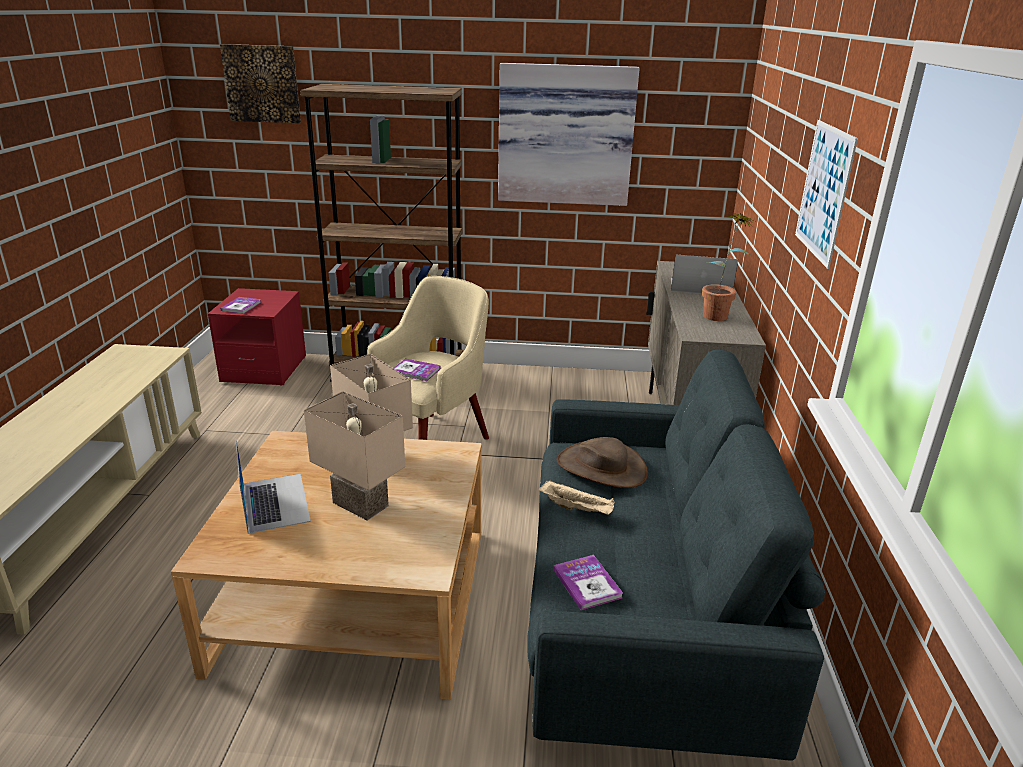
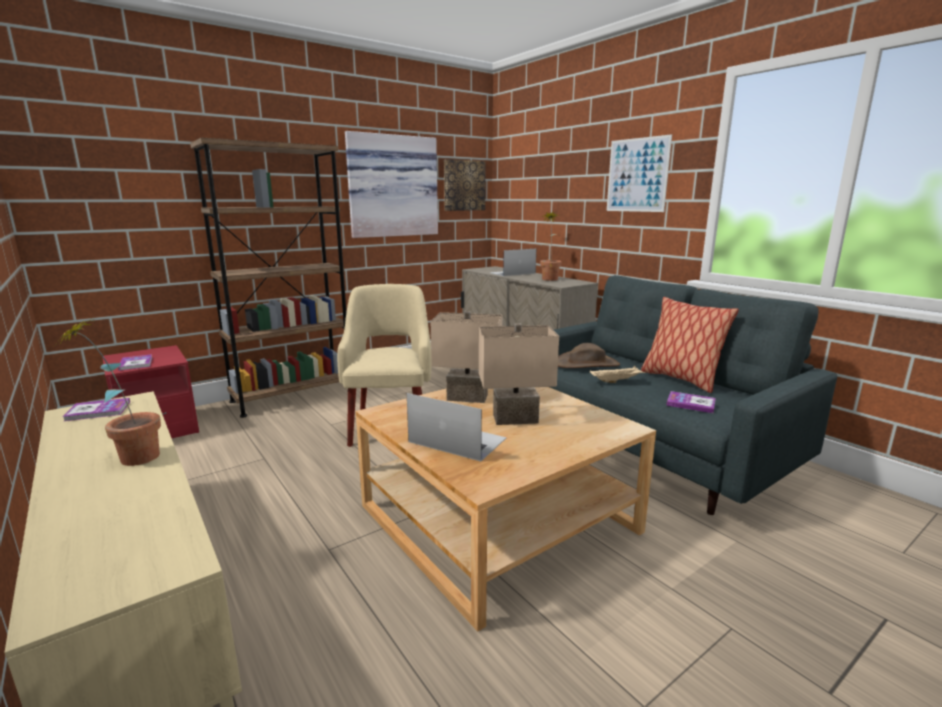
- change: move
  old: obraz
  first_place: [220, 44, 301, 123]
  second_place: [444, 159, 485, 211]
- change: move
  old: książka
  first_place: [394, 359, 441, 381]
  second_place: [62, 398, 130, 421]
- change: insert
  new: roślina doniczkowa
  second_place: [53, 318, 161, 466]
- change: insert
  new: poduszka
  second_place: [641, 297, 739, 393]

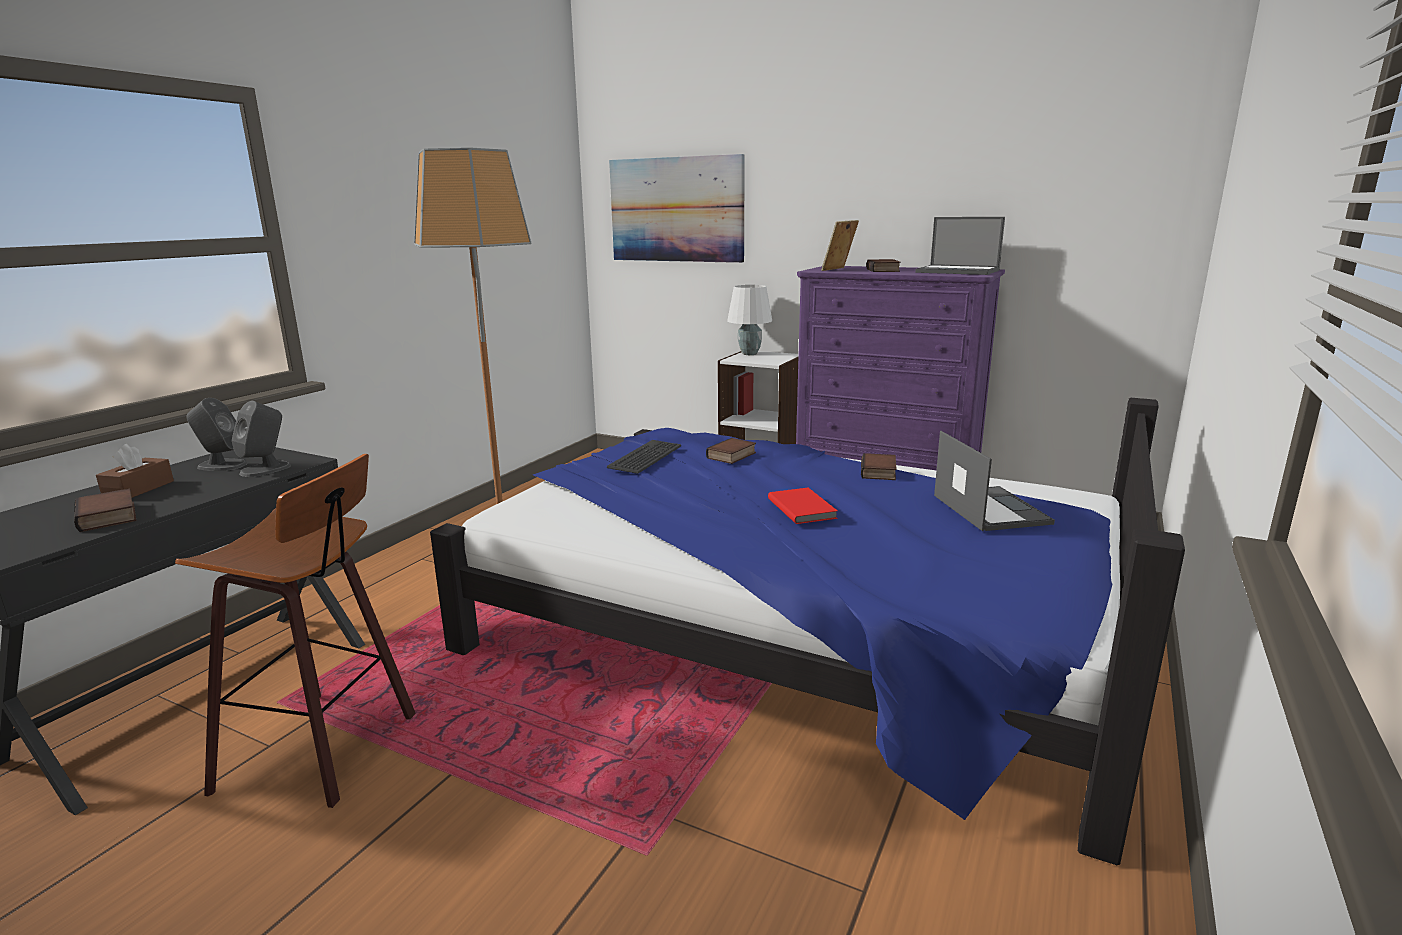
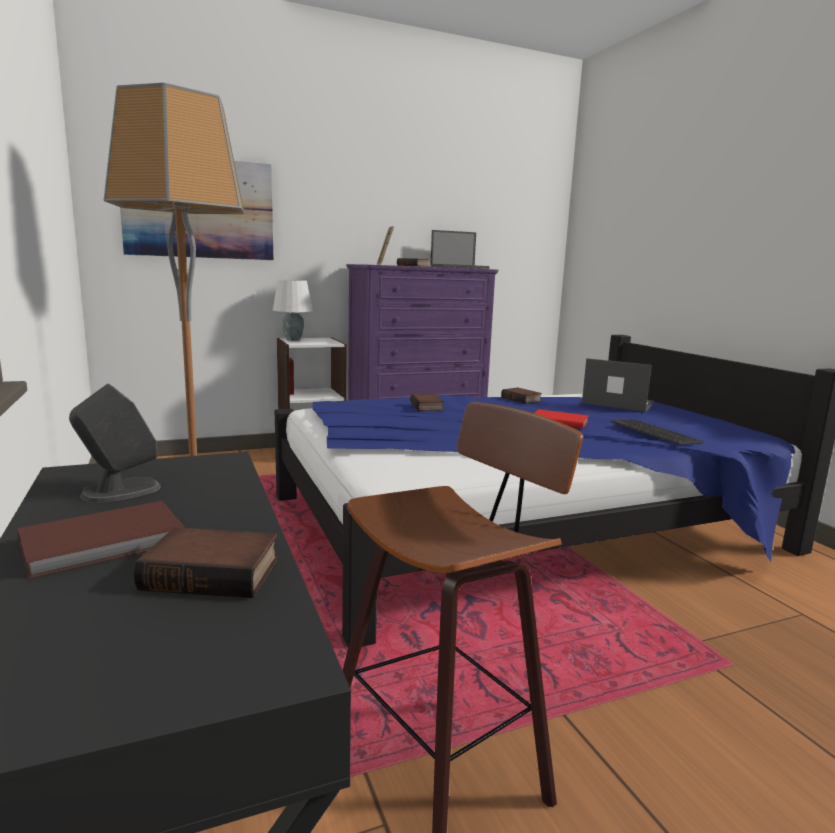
- change: replace
  old: pudełko chusteczek [brązowy]
  new: książka [brązowy]
  first_place: [96, 444, 174, 498]
  second_place: [18, 501, 185, 579]
- change: delete
  old: głośnik [szary]
  first_place: [232, 401, 291, 477]
- change: move
  old: klawiatura
  first_place: [607, 440, 681, 474]
  second_place: [611, 419, 703, 445]

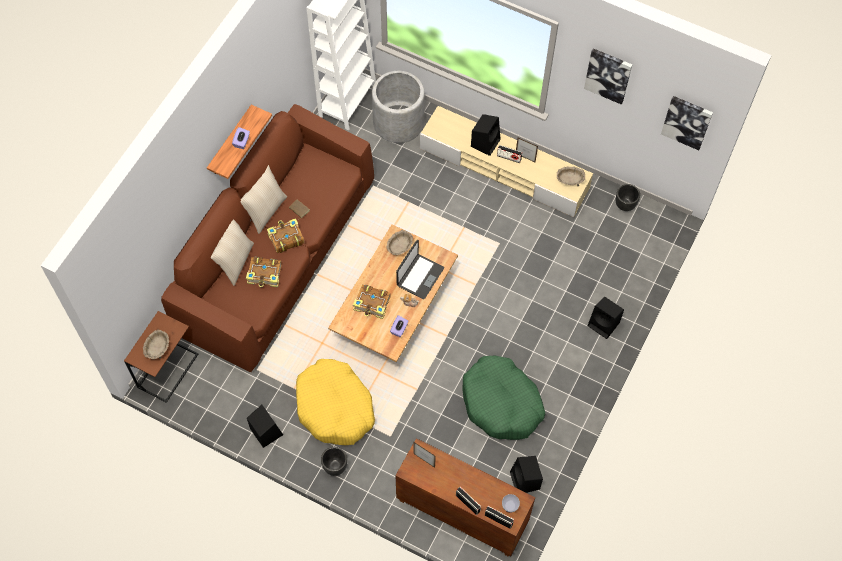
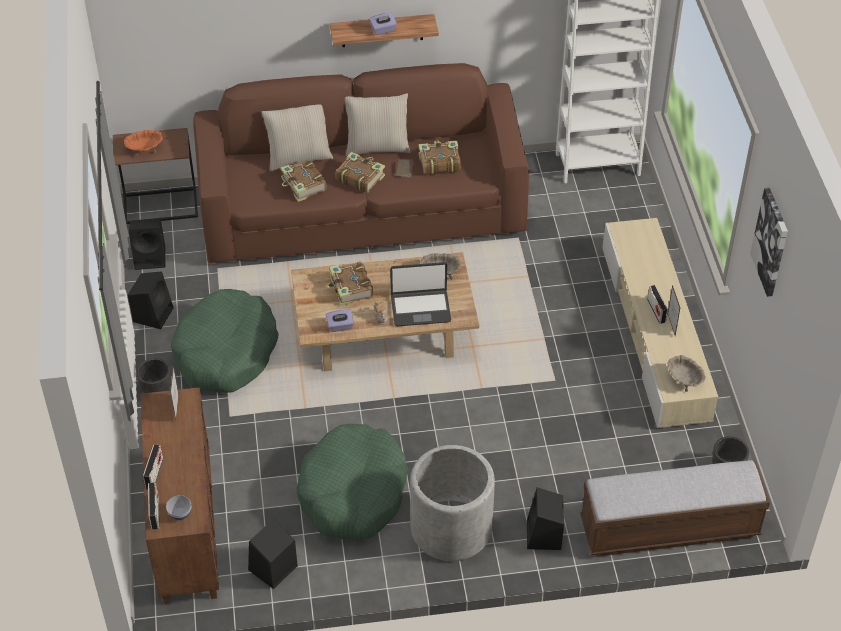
- change: recolor
  old: miska [beżowy]
  new: miska [pomarańczowy]
  first_place: [143, 330, 169, 359]
  second_place: [124, 130, 163, 157]
- change: recolor
  old: legowisko [żółty]
  new: legowisko [zielony]
  first_place: [296, 359, 375, 445]
  second_place: [171, 289, 278, 393]
- change: move
  old: donica [szary]
  first_place: [372, 71, 425, 143]
  second_place: [410, 445, 495, 561]
- change: move
  old: głośnik [czarny]
  first_place: [471, 114, 501, 156]
  second_place: [129, 219, 165, 270]
- change: delete
  old: obraz
  first_place: [661, 96, 713, 150]
- change: insert
  new: książka
  second_place: [419, 140, 461, 175]
- change: insert
  new: ławka
  second_place: [580, 460, 770, 556]

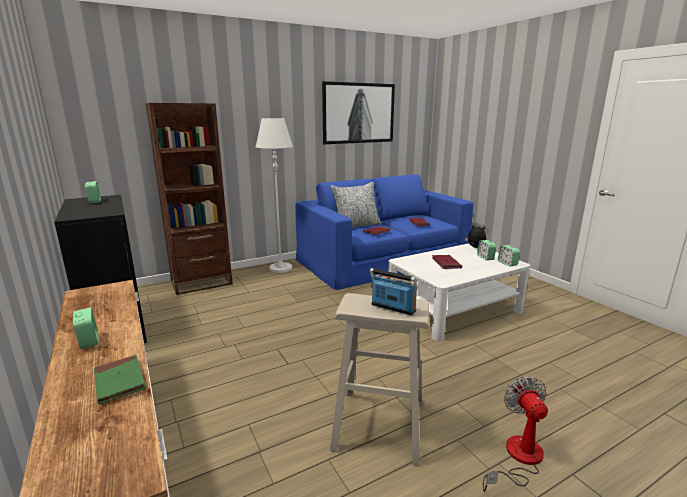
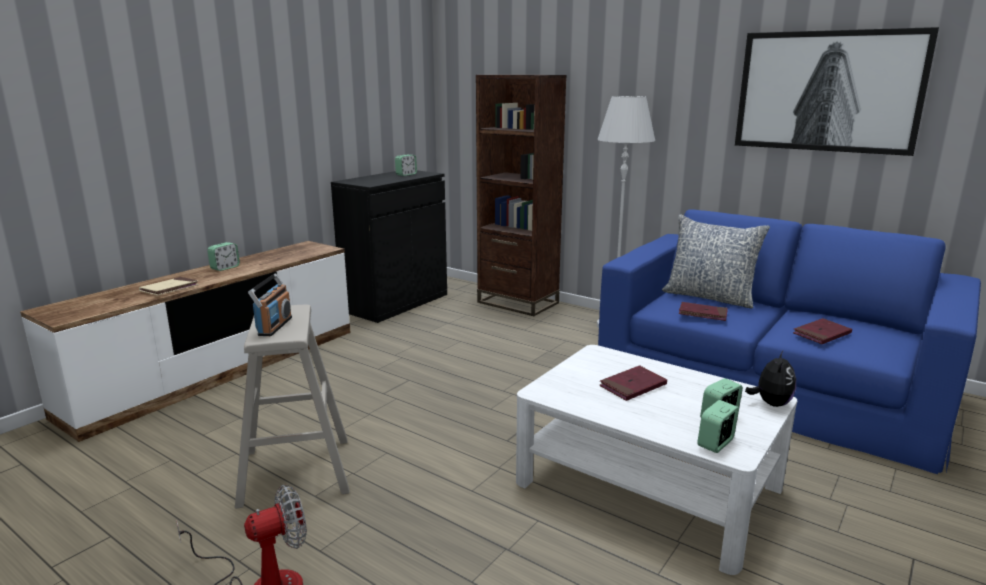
- change: recolor
  old: książka [zielony]
  new: książka [beżowy]
  first_place: [94, 355, 146, 404]
  second_place: [139, 277, 199, 296]

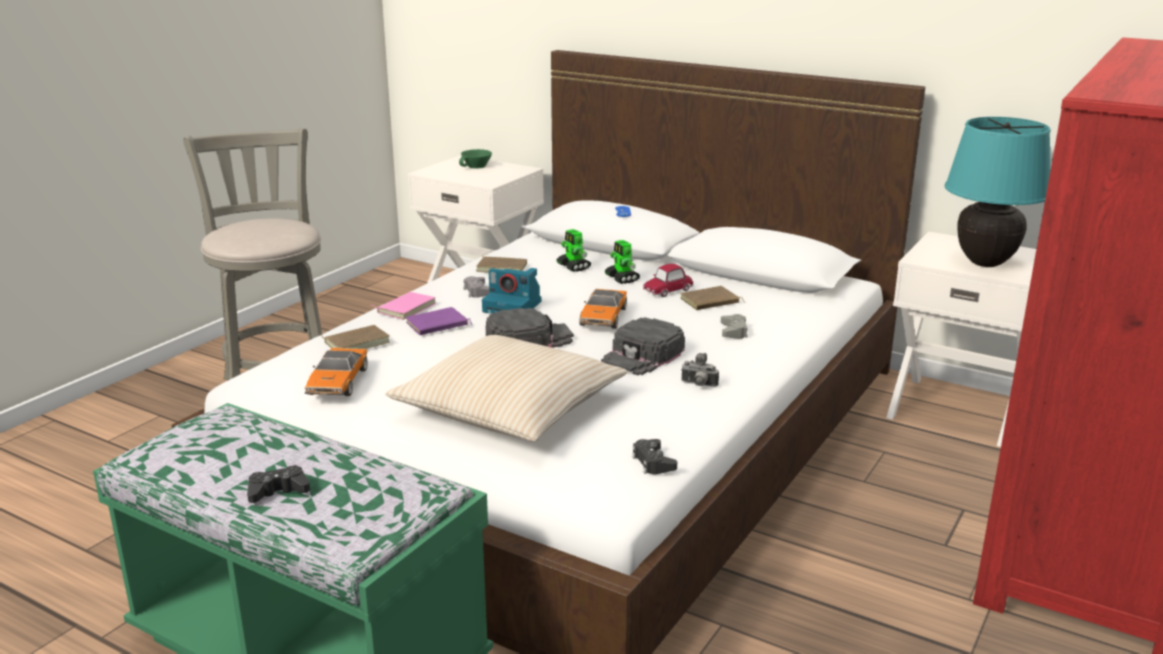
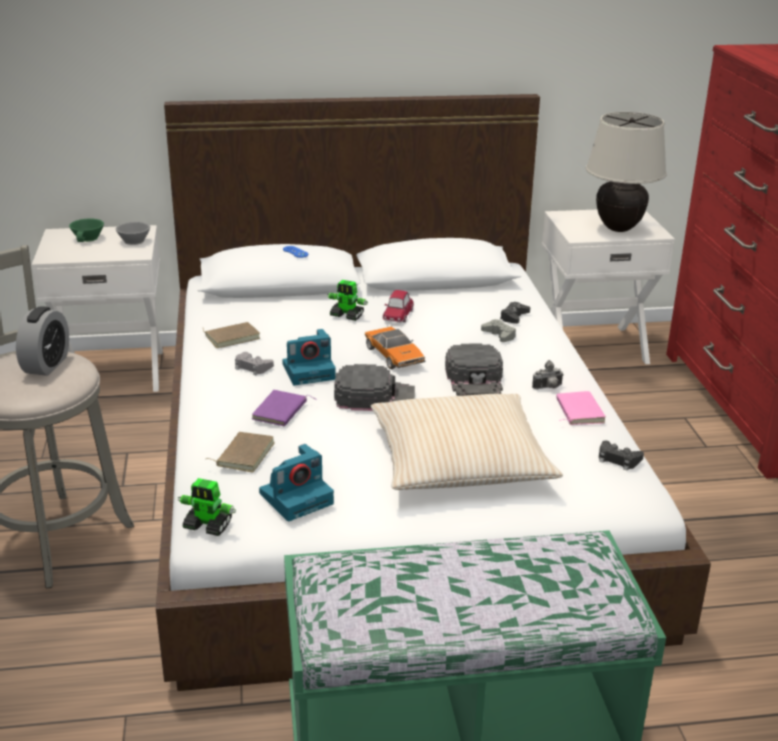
- change: move
  old: pad do gier [czarny]
  first_place: [247, 465, 310, 503]
  second_place: [500, 302, 530, 324]
- change: replace
  old: samochodzik
  new: aparat fotograficzny
  first_place: [305, 348, 368, 396]
  second_place: [259, 444, 334, 521]
- change: move
  old: książka [różowy]
  first_place: [370, 292, 436, 320]
  second_place: [556, 391, 606, 425]
- change: rotate
  old: czapka z daszkiem [czarny]
  first_place: [485, 308, 574, 348]
  second_place: [334, 364, 415, 411]
  degrees: 60
- change: move
  old: robot zabawkowy
  first_place: [556, 229, 591, 272]
  second_place: [178, 478, 236, 536]
- change: delete
  old: książka [brązowy]
  first_place: [680, 286, 745, 310]
- change: recolor
  old: lampa stołowa [turkusowy]
  new: lampa stołowa [beżowy]
  first_place: [945, 117, 1051, 267]
  second_place: [586, 112, 667, 232]
- change: insert
  new: budzik
  second_place: [16, 306, 69, 376]
- change: insert
  new: filiżanka [szary]
  second_place: [116, 222, 150, 245]

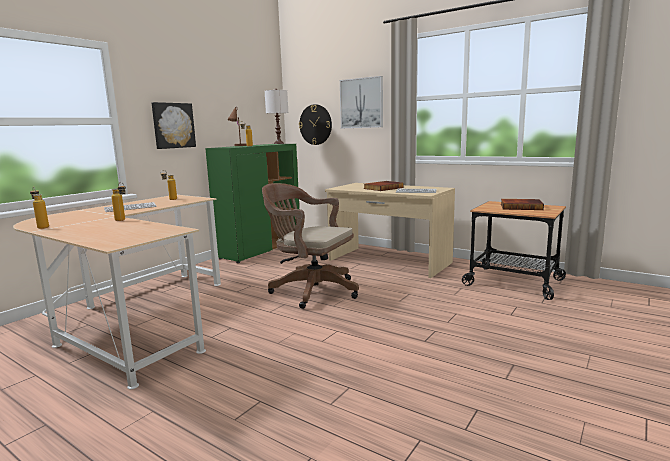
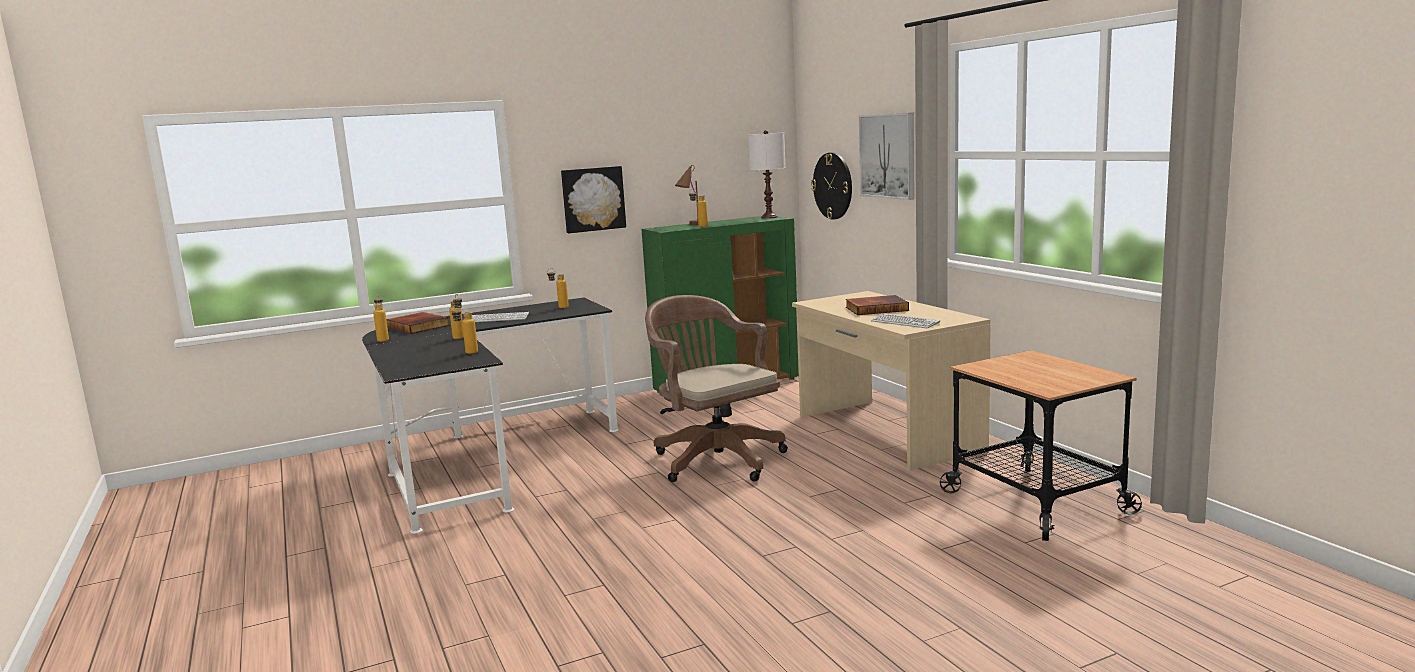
- change: recolor
  old: biurko [beżowy]
  new: biurko [czarny]
  first_place: [13, 195, 221, 389]
  second_place: [362, 298, 618, 534]
- change: move
  old: książka
  first_place: [501, 199, 544, 210]
  second_place: [386, 312, 449, 334]
- change: insert
  new: butelka
  second_place: [451, 306, 478, 354]

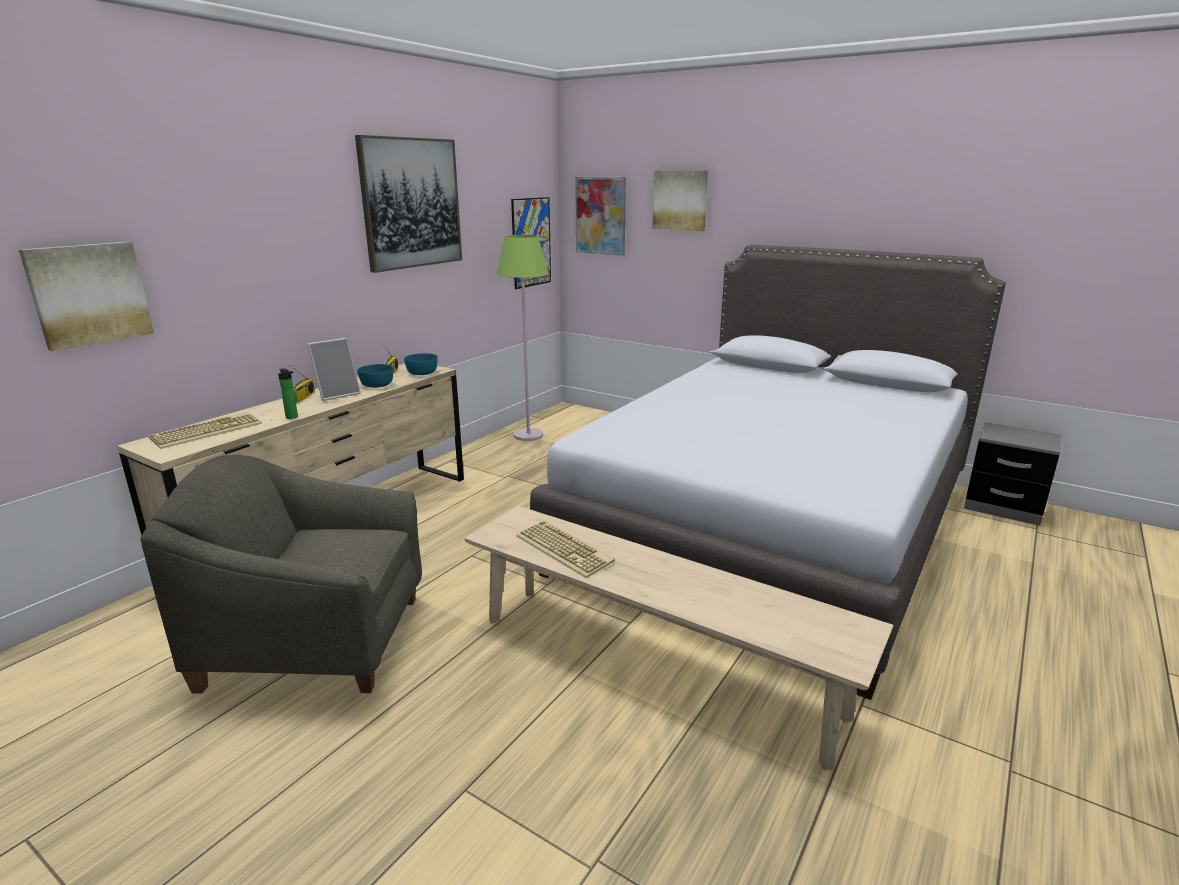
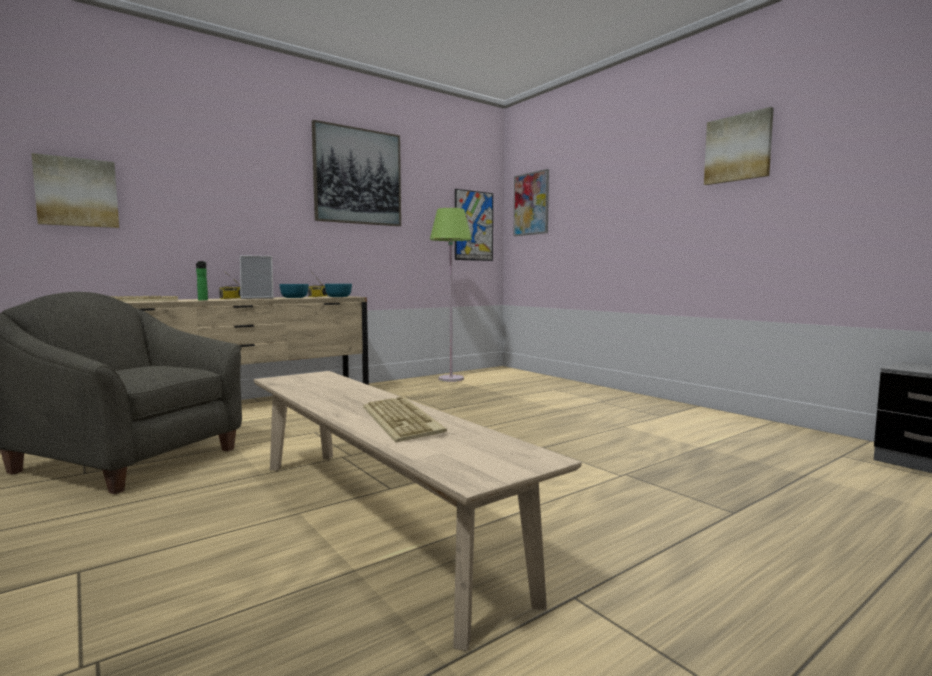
- change: move
  old: klawiatura
  first_place: [517, 520, 615, 578]
  second_place: [363, 397, 447, 443]
- change: delete
  old: łóżko [szary]
  first_place: [530, 245, 1006, 700]
- change: move
  old: obraz
  first_place: [653, 170, 708, 231]
  second_place: [704, 107, 774, 185]

